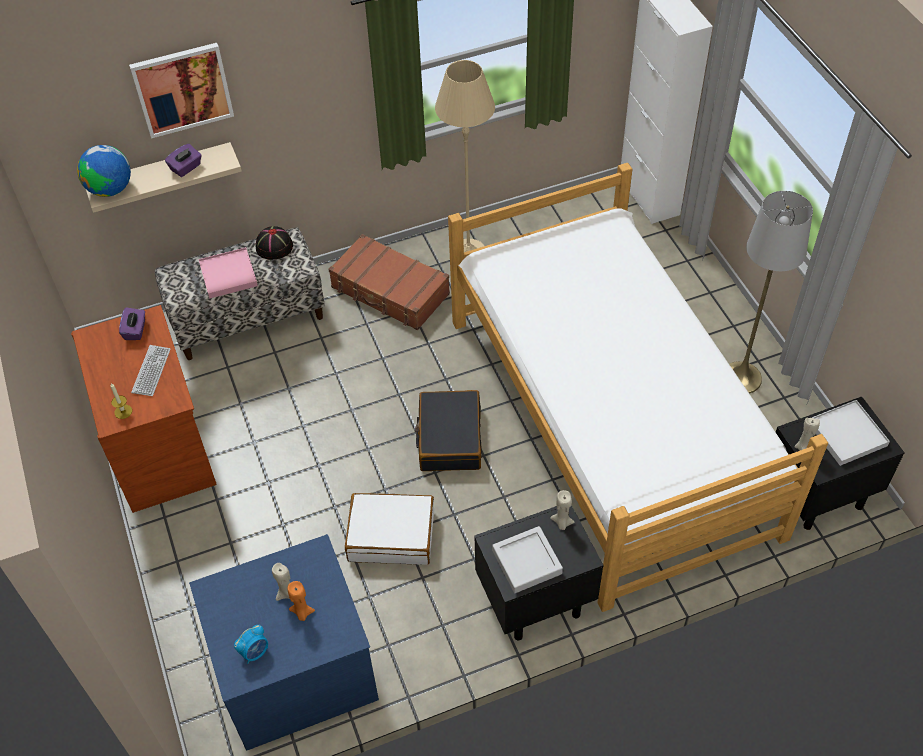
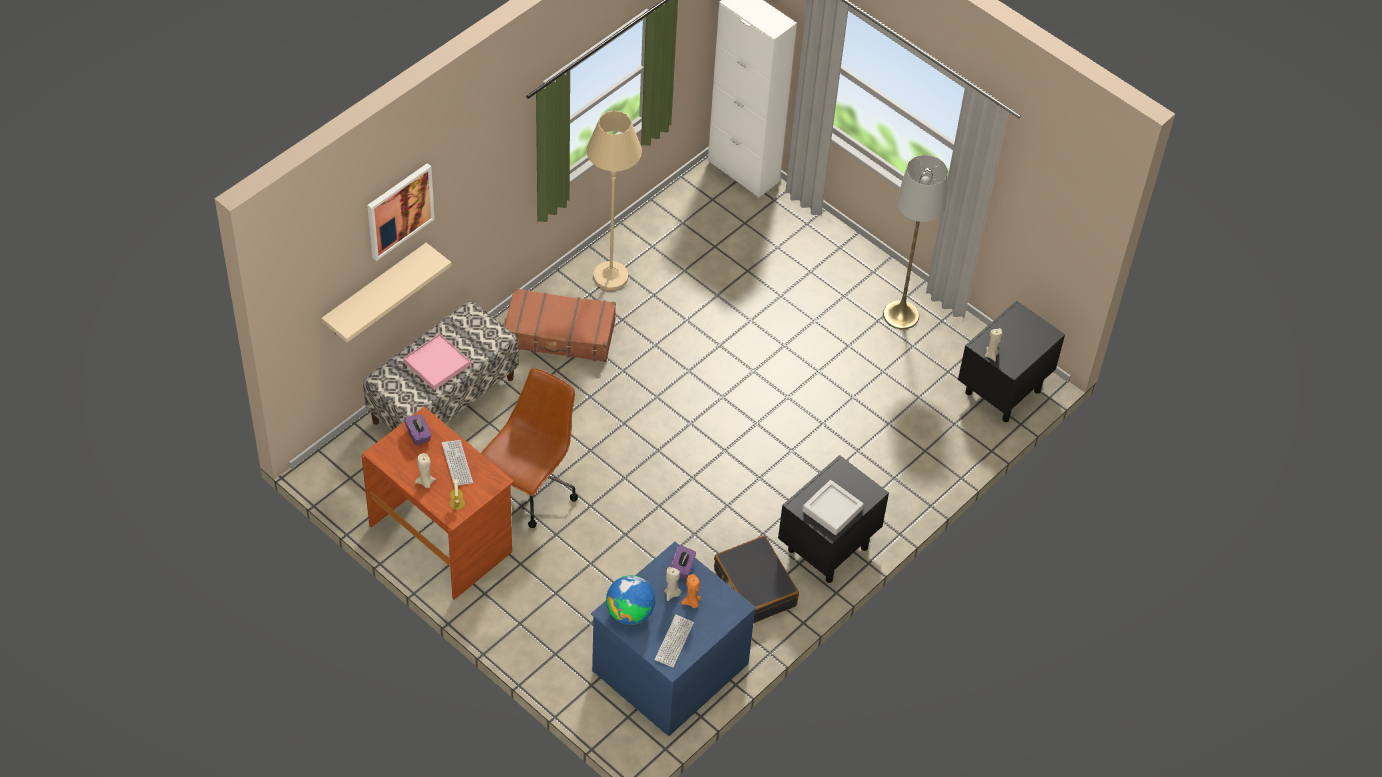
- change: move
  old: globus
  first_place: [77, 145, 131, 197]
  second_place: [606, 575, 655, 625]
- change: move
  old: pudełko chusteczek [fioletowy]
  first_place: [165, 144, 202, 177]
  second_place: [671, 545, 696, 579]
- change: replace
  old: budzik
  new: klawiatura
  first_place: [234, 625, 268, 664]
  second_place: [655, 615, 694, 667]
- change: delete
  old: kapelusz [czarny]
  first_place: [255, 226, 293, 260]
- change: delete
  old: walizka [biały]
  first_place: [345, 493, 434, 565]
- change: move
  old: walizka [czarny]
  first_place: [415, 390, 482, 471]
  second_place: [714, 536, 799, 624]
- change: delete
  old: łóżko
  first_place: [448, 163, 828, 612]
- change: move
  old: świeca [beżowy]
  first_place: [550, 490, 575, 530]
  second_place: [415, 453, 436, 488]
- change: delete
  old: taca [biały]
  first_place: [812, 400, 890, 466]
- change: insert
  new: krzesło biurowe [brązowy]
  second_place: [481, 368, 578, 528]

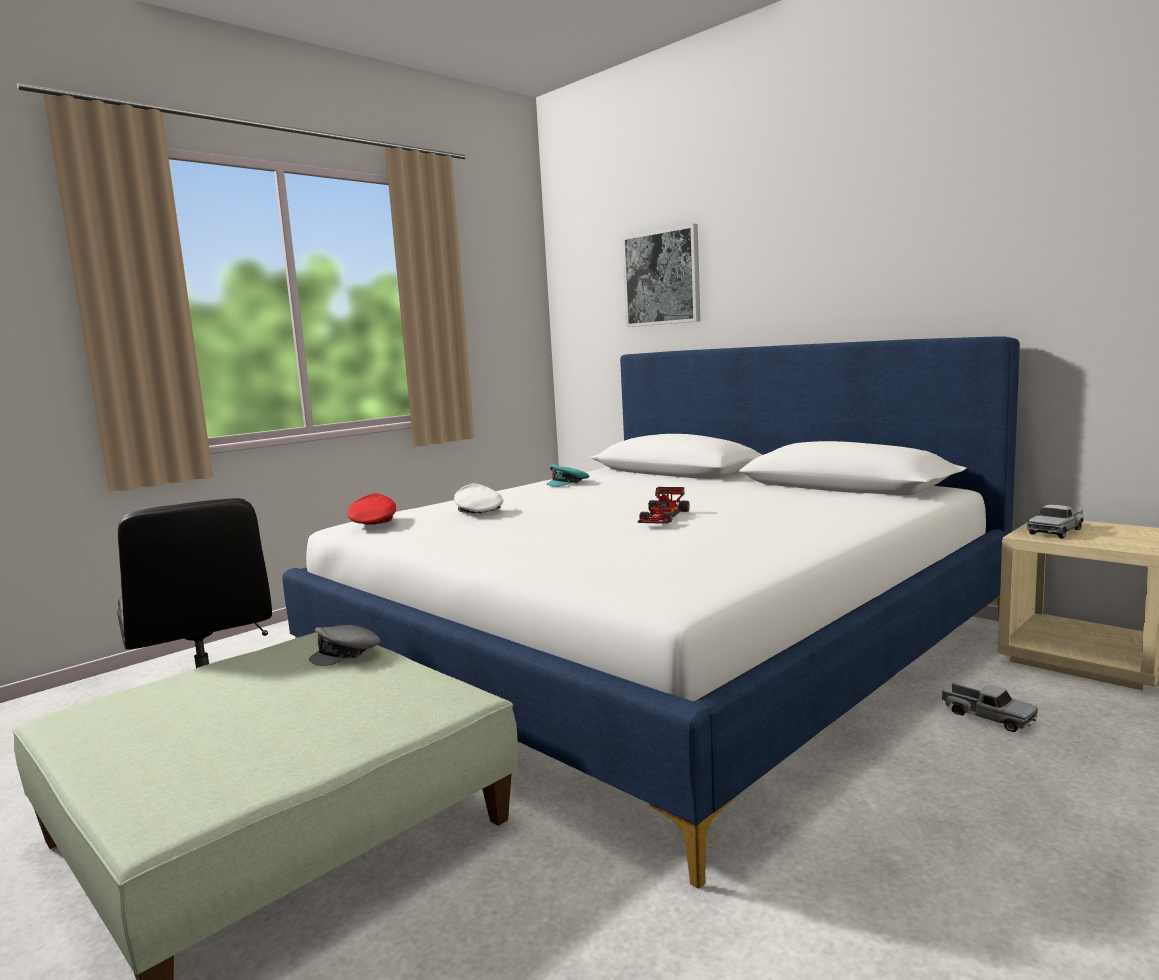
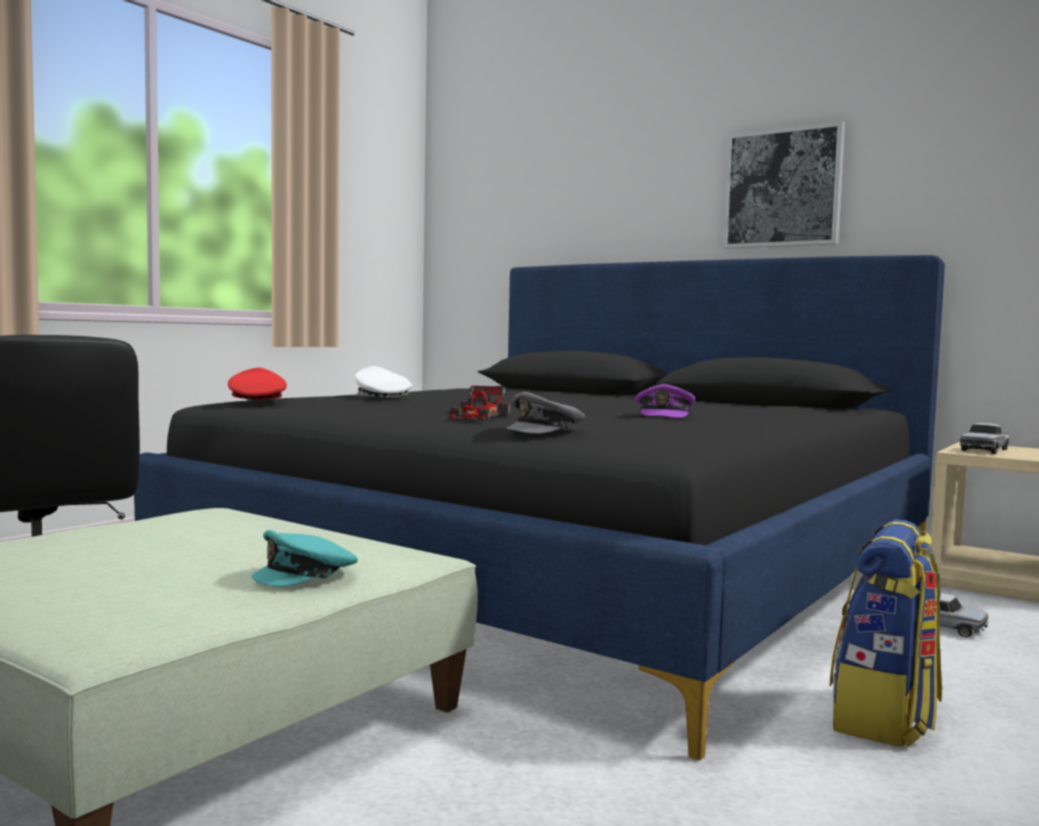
- change: recolor
  old: łóżko [biały]
  new: łóżko [czarny]
  first_place: [283, 336, 1020, 889]
  second_place: [134, 255, 945, 760]
- change: move
  old: czapka z daszkiem [szary]
  first_place: [309, 625, 381, 666]
  second_place: [507, 392, 585, 434]
- change: move
  old: czapka z daszkiem [turkusowy]
  first_place: [547, 464, 589, 487]
  second_place: [251, 530, 358, 587]
- change: move
  old: obraz
  first_place: [622, 224, 700, 327]
  second_place: [723, 121, 845, 249]
- change: move
  old: samochodzik
  first_place: [637, 487, 690, 524]
  second_place: [447, 386, 511, 421]
- change: insert
  new: czapka z daszkiem [fioletowy]
  second_place: [635, 384, 695, 418]
- change: insert
  new: plecak
  second_place: [830, 520, 942, 748]

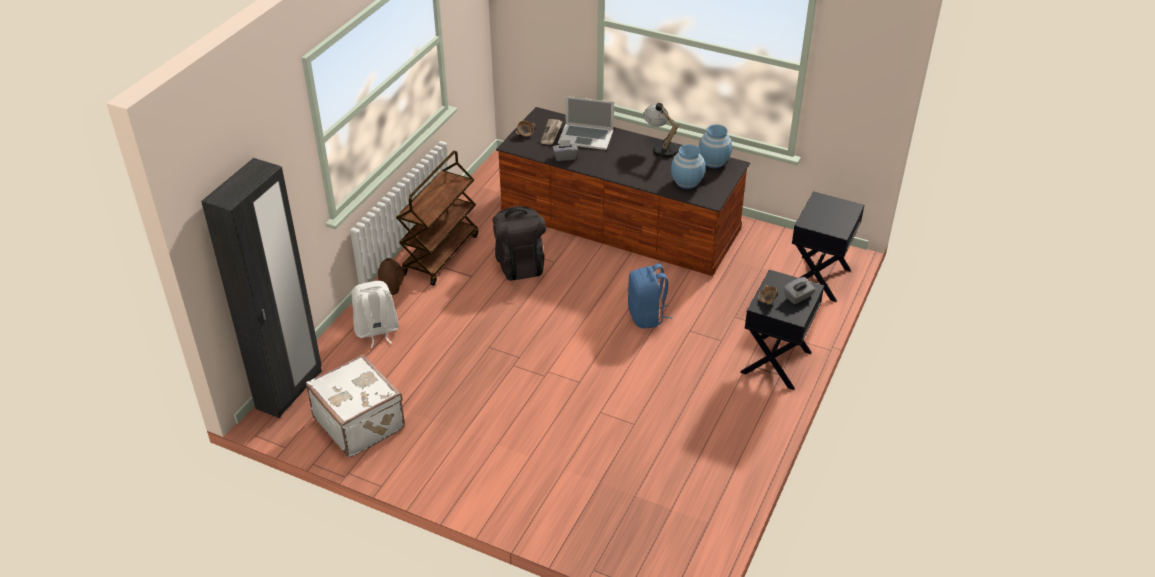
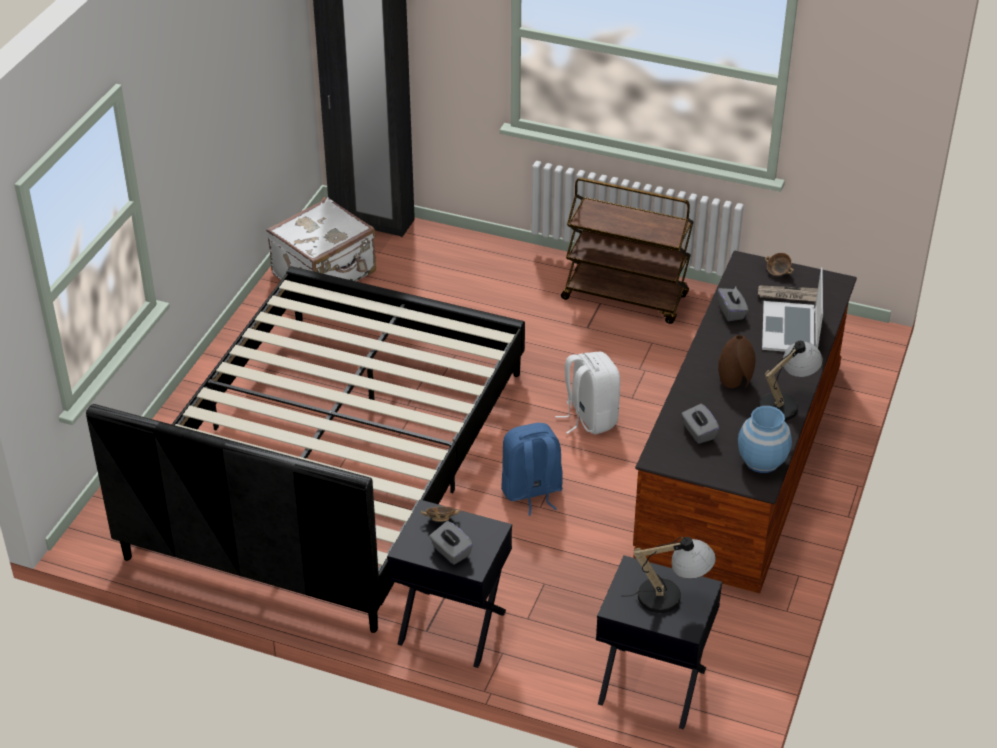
- change: move
  old: plecak [biały]
  first_place: [352, 281, 399, 348]
  second_place: [555, 352, 620, 435]
- change: move
  old: wazon [brązowy]
  first_place: [378, 258, 404, 295]
  second_place: [718, 335, 756, 388]
- change: delete
  old: plecak [czarny]
  first_place: [492, 206, 546, 281]
- change: replace
  old: wazon [niebieski]
  new: pudełko chusteczek [szary]
  first_place: [671, 144, 705, 189]
  second_place: [682, 404, 719, 444]
- change: insert
  new: łóżko [czarny]
  second_place: [86, 266, 525, 633]
- change: insert
  new: lampa stołowa
  second_place: [629, 537, 716, 613]

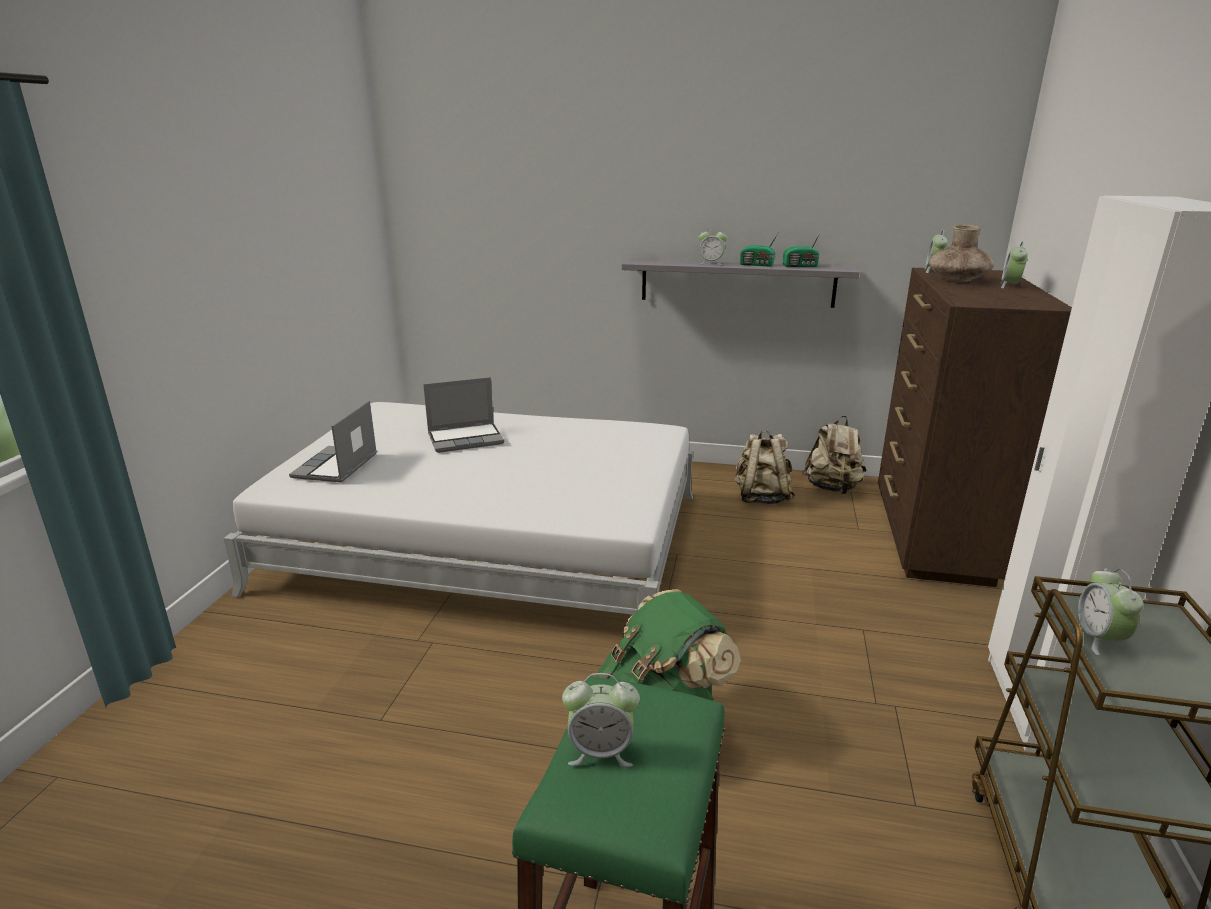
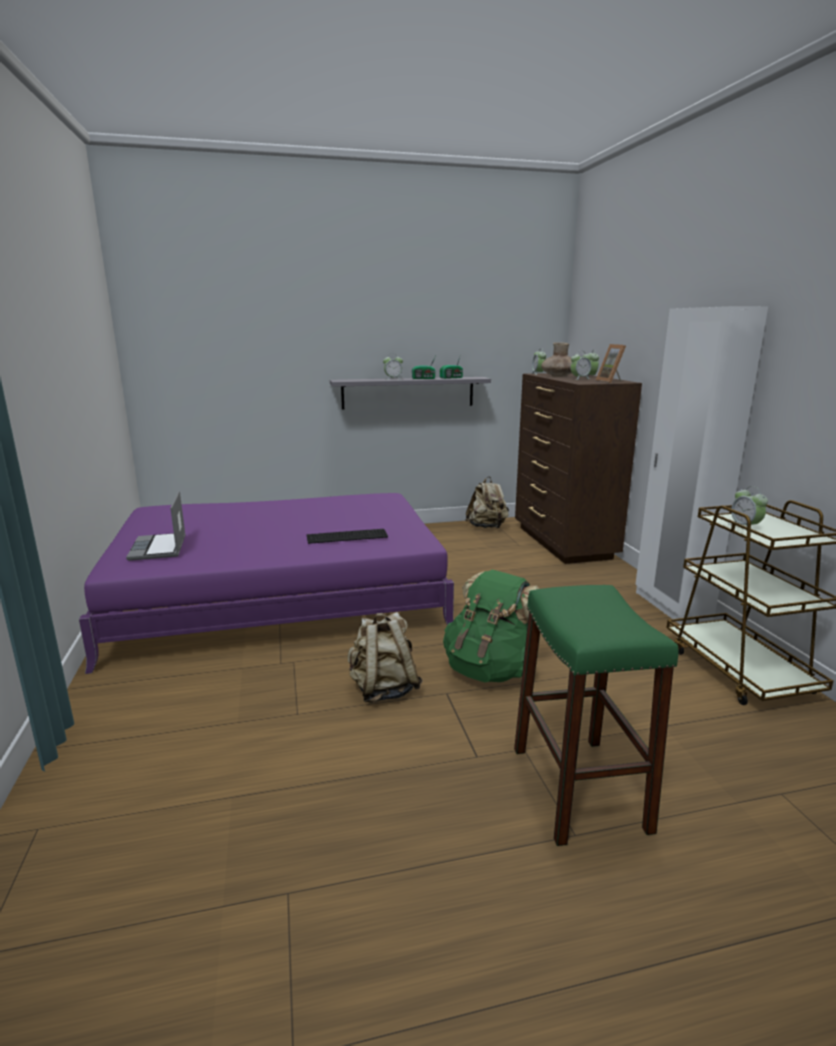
- change: recolor
  old: łóżko [biały]
  new: łóżko [fioletowy]
  first_place: [223, 402, 693, 615]
  second_place: [79, 493, 454, 674]
- change: delete
  old: laptop
  first_place: [423, 377, 504, 453]
- change: move
  old: budzik
  first_place: [562, 673, 640, 767]
  second_place: [571, 351, 591, 380]
- change: move
  old: plecak [beżowy]
  first_place: [735, 430, 795, 504]
  second_place: [348, 612, 423, 703]
- change: insert
  new: klawiatura
  second_place: [307, 529, 388, 544]
- change: insert
  new: ramka na zdjęcie
  second_place: [596, 344, 626, 383]

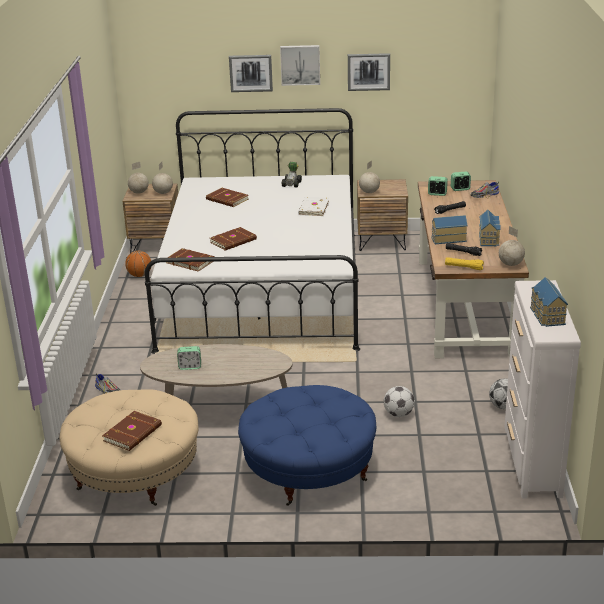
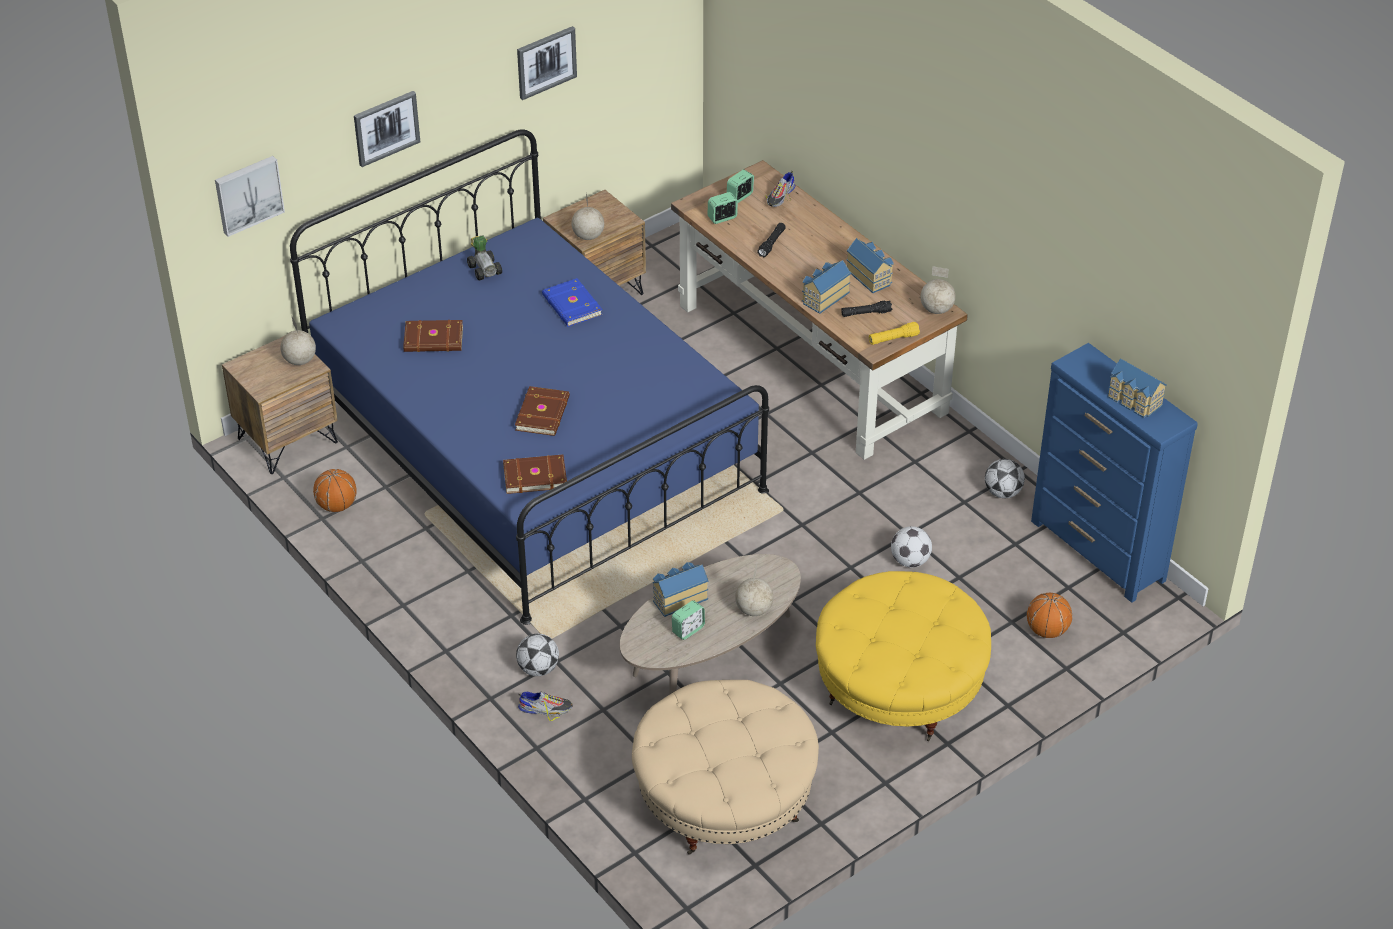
- change: delete
  old: książka [brązowy]
  first_place: [102, 411, 162, 451]
- change: move
  old: globus
  first_place: [128, 162, 149, 194]
  second_place: [735, 564, 773, 616]
- change: recolor
  old: łóżko [biały]
  new: łóżko [niebieski]
  first_place: [145, 108, 360, 354]
  second_place: [290, 129, 769, 625]
- change: recolor
  old: pufa [niebieski]
  new: pufa [żółty]
  first_place: [238, 385, 376, 506]
  second_place: [816, 571, 991, 741]
- change: move
  old: obraz
  first_place: [280, 45, 320, 86]
  second_place: [215, 156, 285, 237]
- change: recolor
  old: książka [biały]
  new: książka [niebieski]
  first_place: [298, 197, 329, 216]
  second_place: [542, 278, 602, 327]
- change: recolor
  old: komoda [biały]
  new: komoda [niebieski]
  first_place: [505, 280, 581, 499]
  second_place: [1031, 343, 1198, 602]
- change: insert
  new: piłka futbolowa
  second_place: [516, 634, 559, 676]
- change: insert
  new: domek
  second_place: [653, 562, 708, 617]
- change: insert
  new: piłka do koszykówki
  second_place: [1027, 593, 1072, 638]

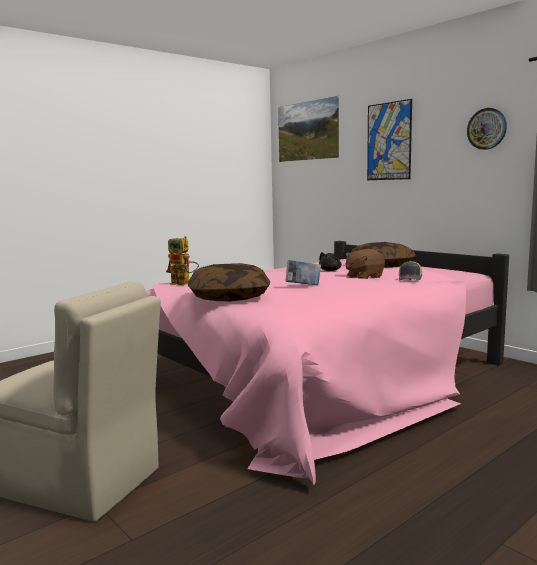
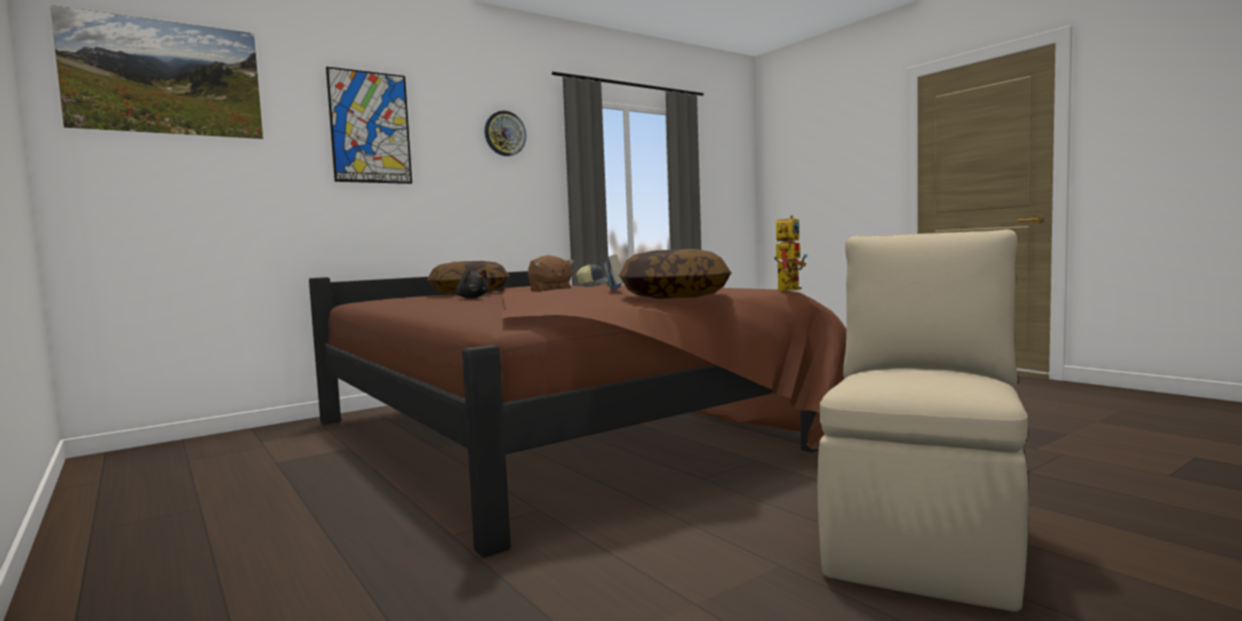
- change: recolor
  old: łóżko [różowy]
  new: łóżko [brązowy]
  first_place: [146, 241, 509, 485]
  second_place: [309, 271, 846, 558]
- change: move
  old: robot zabawkowy
  first_place: [166, 236, 199, 285]
  second_place: [774, 215, 808, 291]

